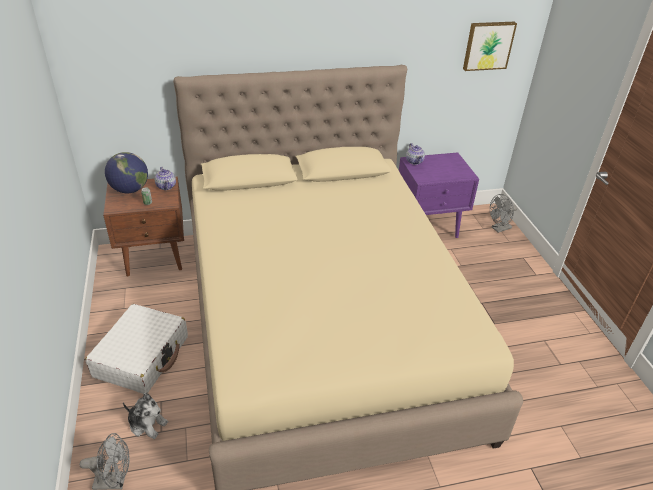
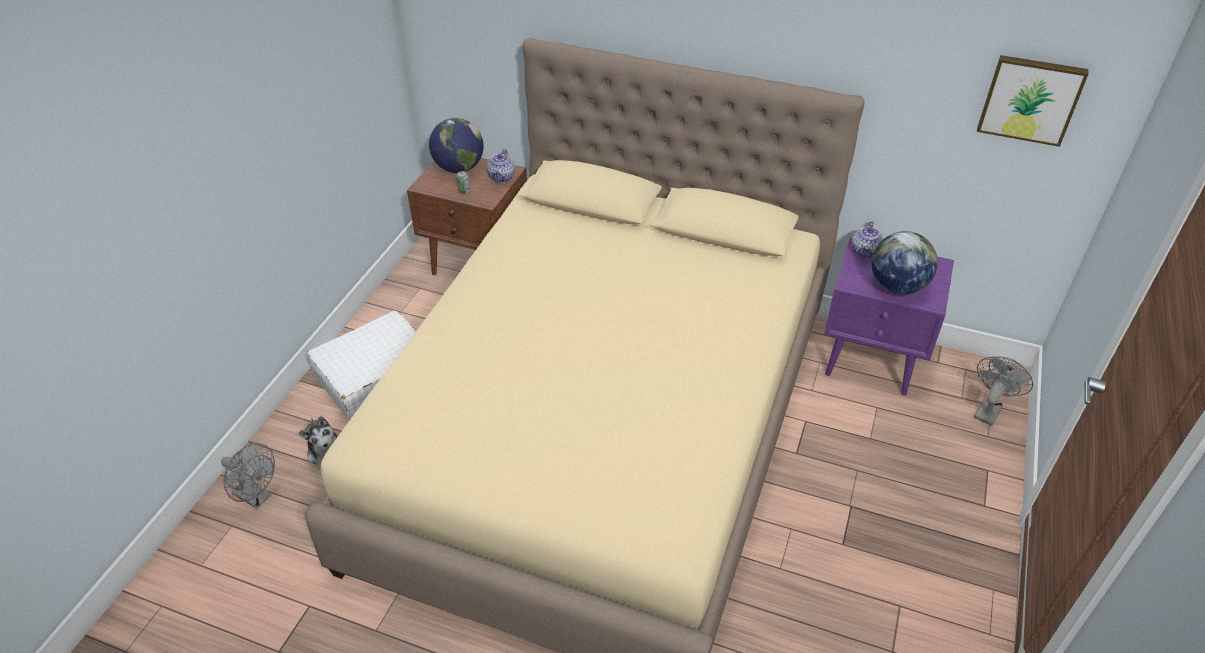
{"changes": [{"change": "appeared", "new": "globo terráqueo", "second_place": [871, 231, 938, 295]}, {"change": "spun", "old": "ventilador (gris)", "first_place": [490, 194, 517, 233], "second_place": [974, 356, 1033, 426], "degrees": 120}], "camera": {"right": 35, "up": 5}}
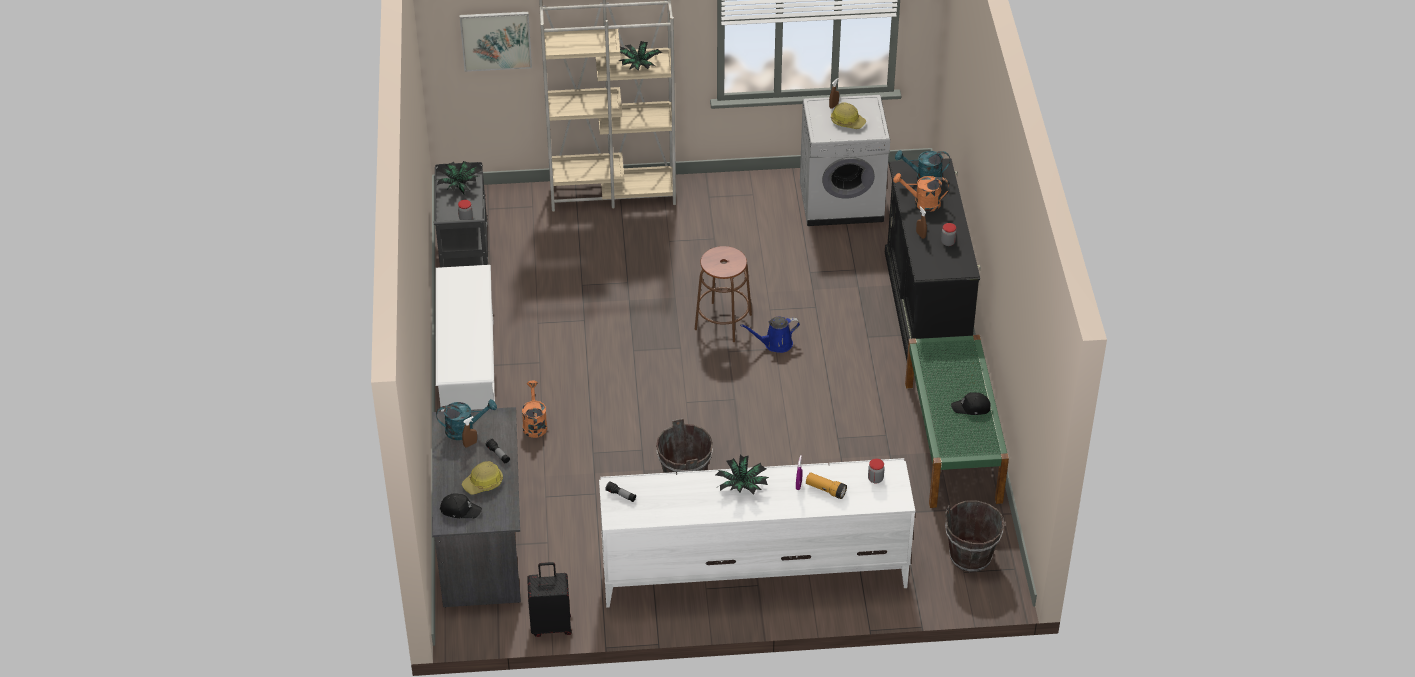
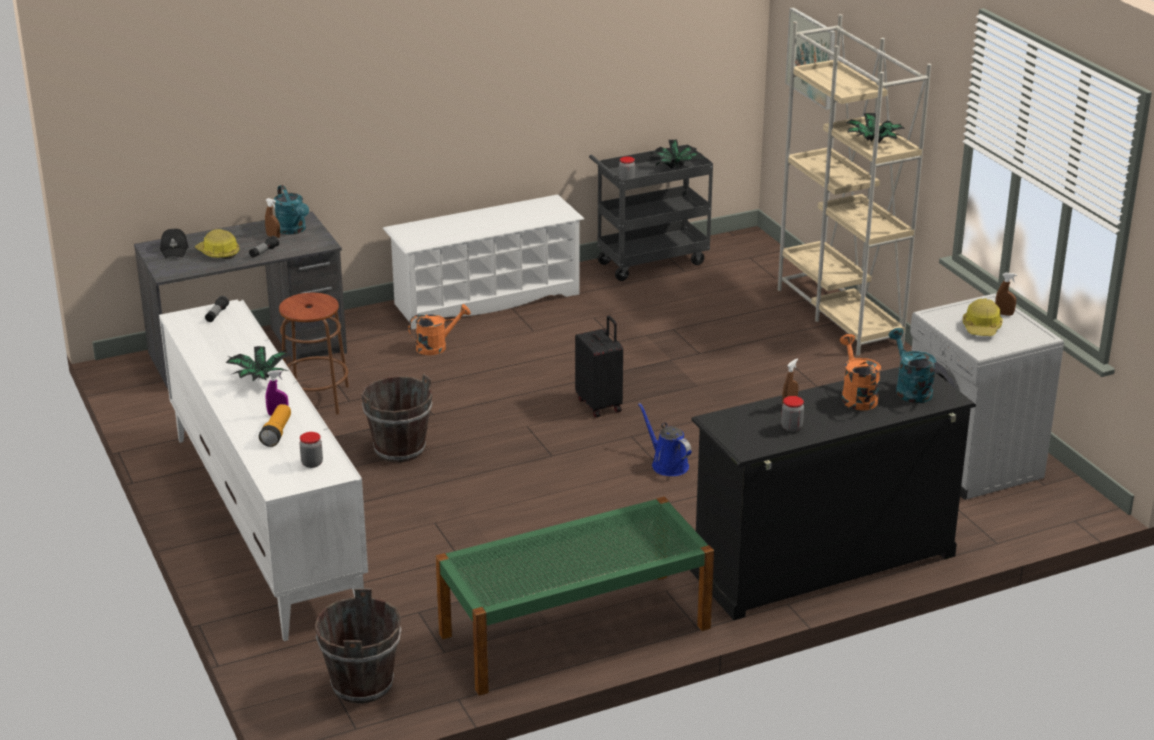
{"changes": [{"change": "relocated", "old": "taburete (marrón)", "first_place": [695, 246, 752, 342], "second_place": [279, 293, 349, 414]}, {"change": "relocated", "old": "maleta (negro)", "first_place": [527, 562, 572, 637], "second_place": [575, 315, 623, 418]}, {"change": "missing", "old": "gorra (negro)", "first_place": [951, 392, 991, 415]}], "camera": {"right": 70, "up": -15}}
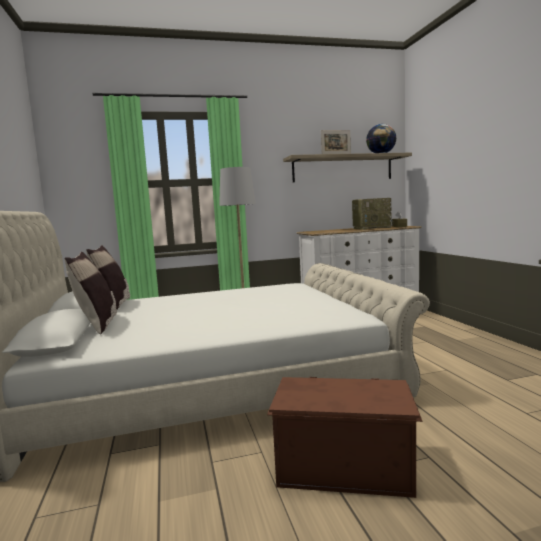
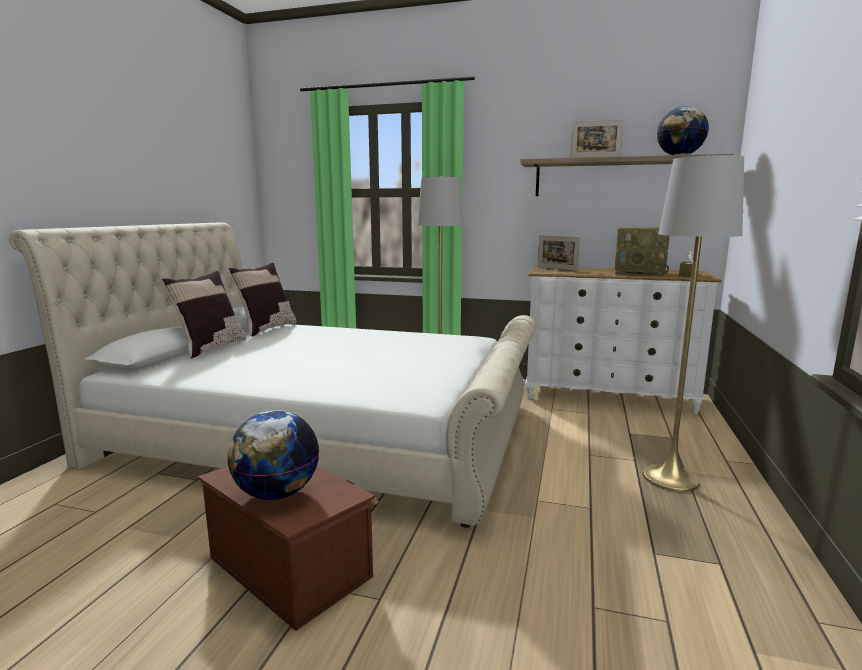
{"changes": [{"change": "appeared", "new": "globo terráqueo", "second_place": [227, 410, 319, 500]}, {"change": "appeared", "new": "portarretratos", "second_place": [538, 235, 580, 271]}, {"change": "appeared", "new": "lámpara de pie (gris)", "second_place": [643, 155, 744, 492]}], "camera": {"right": 30, "up": 5}}
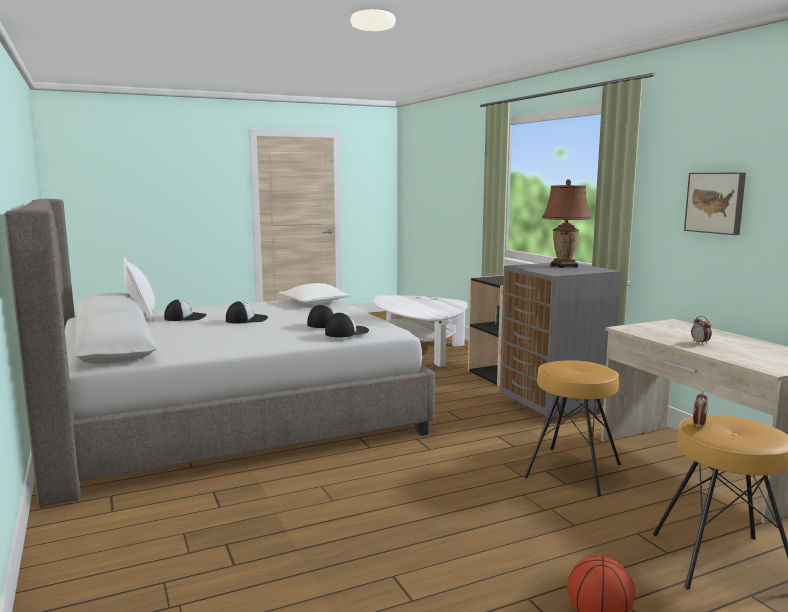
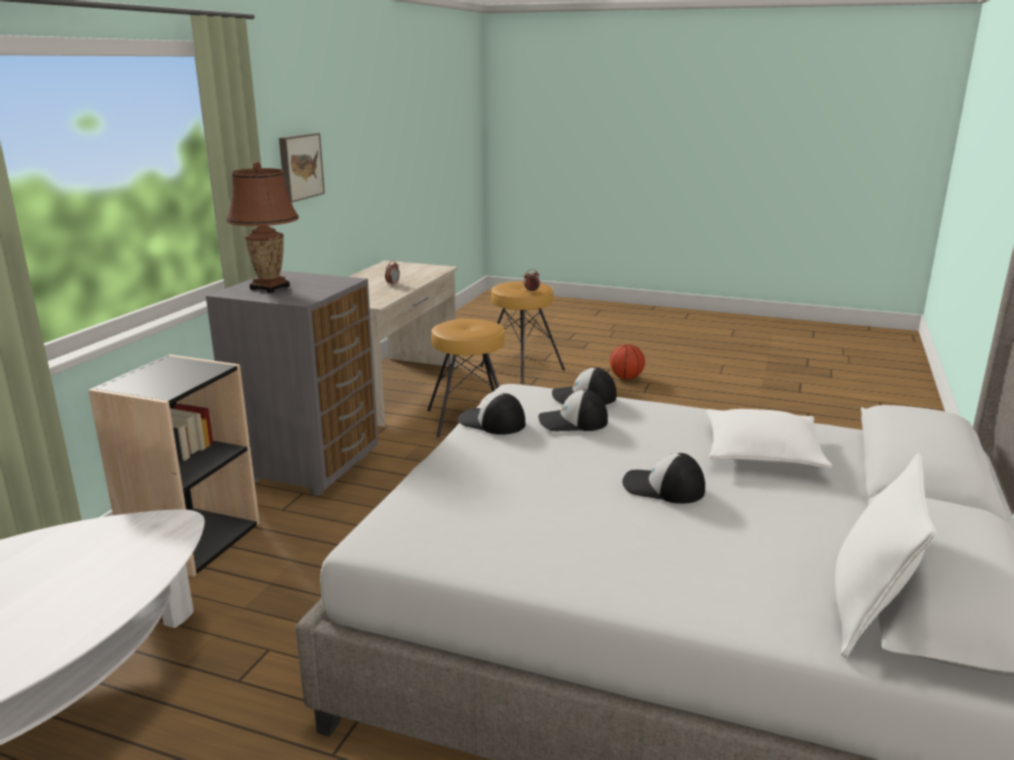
{"changes": [{"change": "relocated", "old": "gorra", "first_place": [164, 299, 207, 321], "second_place": [458, 393, 525, 435]}, {"change": "relocated", "old": "cojín (blanco)", "first_place": [278, 283, 351, 304], "second_place": [706, 409, 832, 468]}], "camera": {"right": -135, "up": 10}}
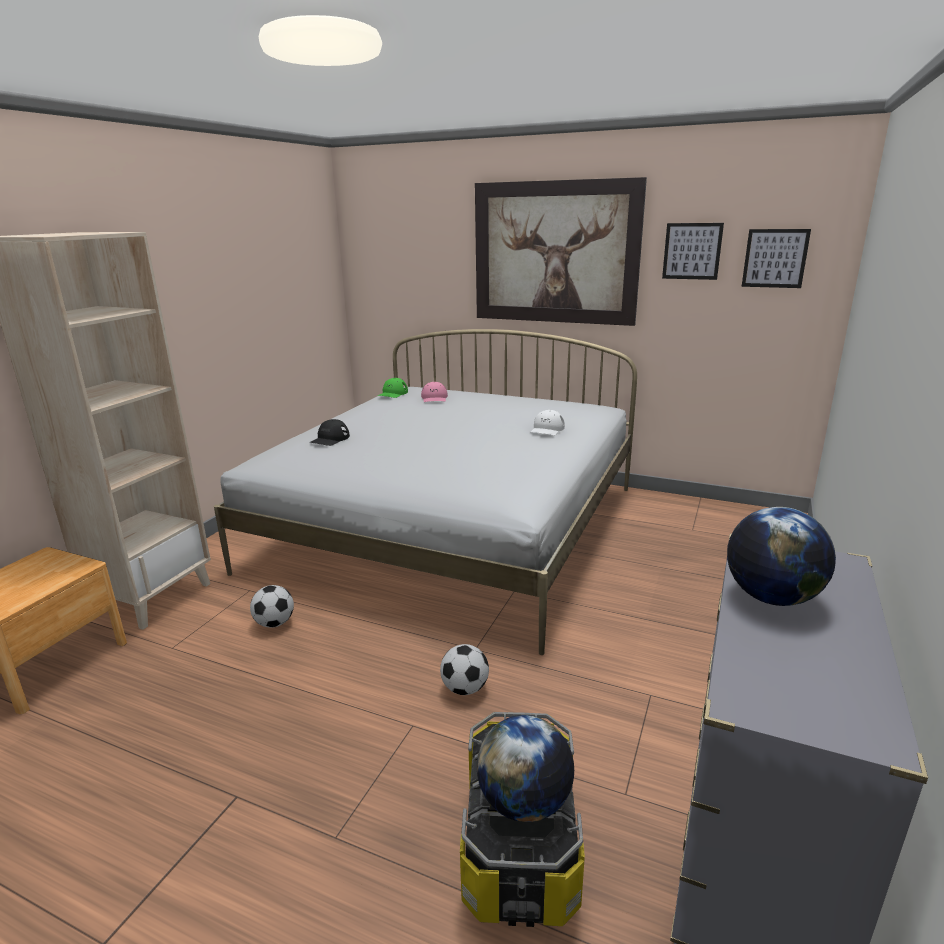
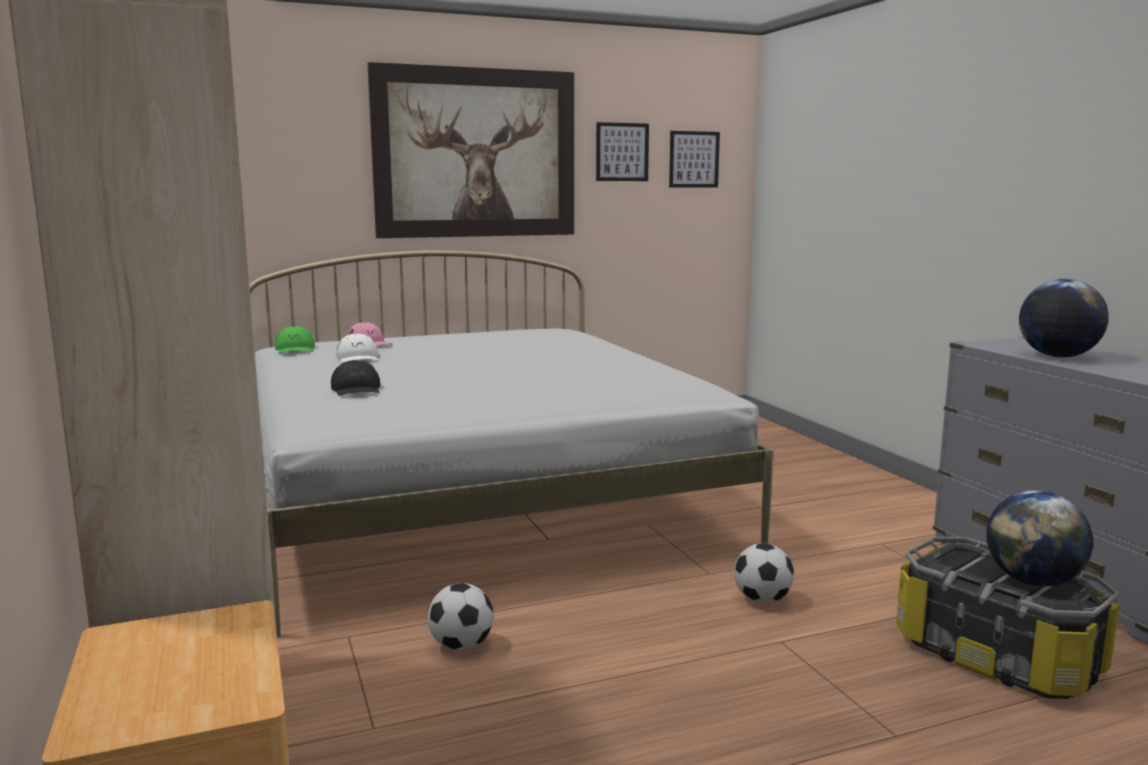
{"changes": [{"change": "relocated", "old": "gorra (blanco)", "first_place": [531, 410, 565, 435], "second_place": [336, 333, 378, 363]}], "camera": {"right": -45, "up": -10}}
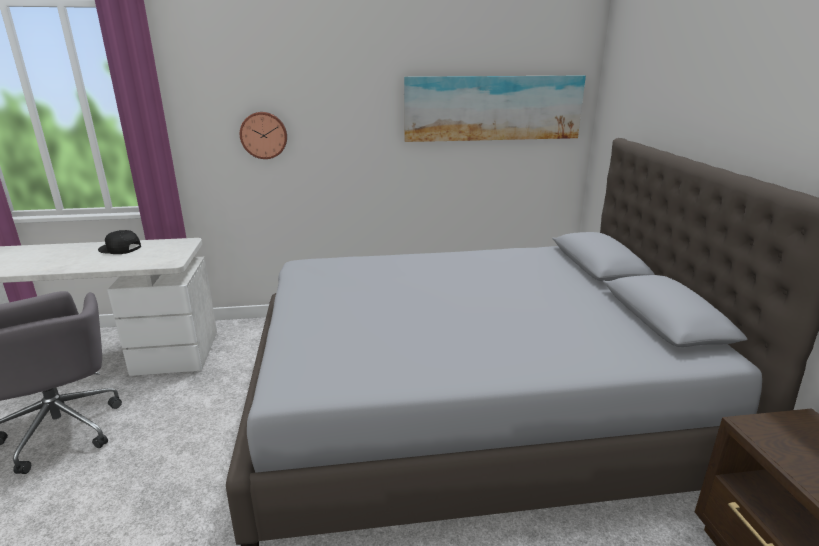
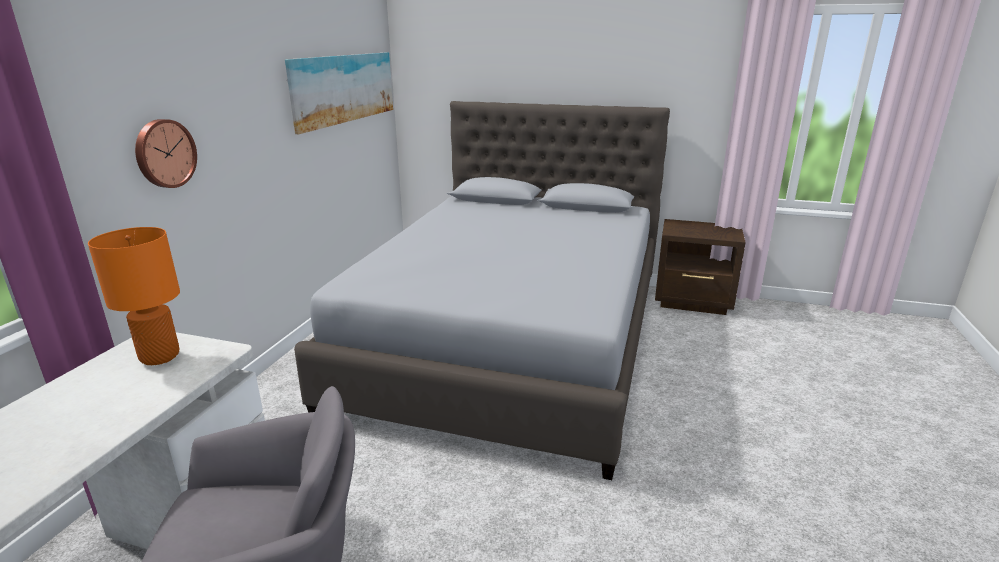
{"changes": [{"change": "appeared", "new": "lámpara de mesa (naranja)", "second_place": [88, 227, 180, 365]}, {"change": "missing", "old": "gorra (negro)", "first_place": [98, 230, 141, 254]}], "camera": {"right": -65, "up": 0}}
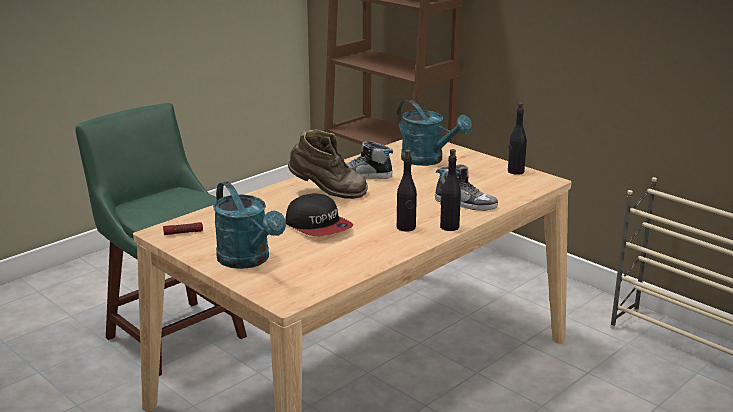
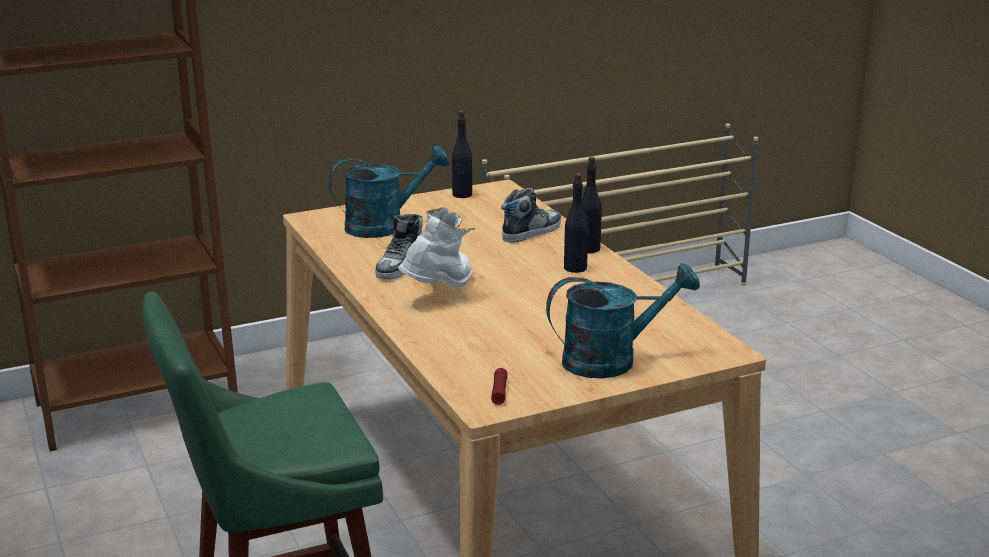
{"changes": [{"change": "colour", "old": "bota (marrón)", "new": "bota (blanco)", "first_place": [288, 130, 368, 199], "second_place": [398, 207, 475, 288]}, {"change": "missing", "old": "gorra", "first_place": [285, 193, 354, 236]}], "camera": {"right": -70, "up": 0}}
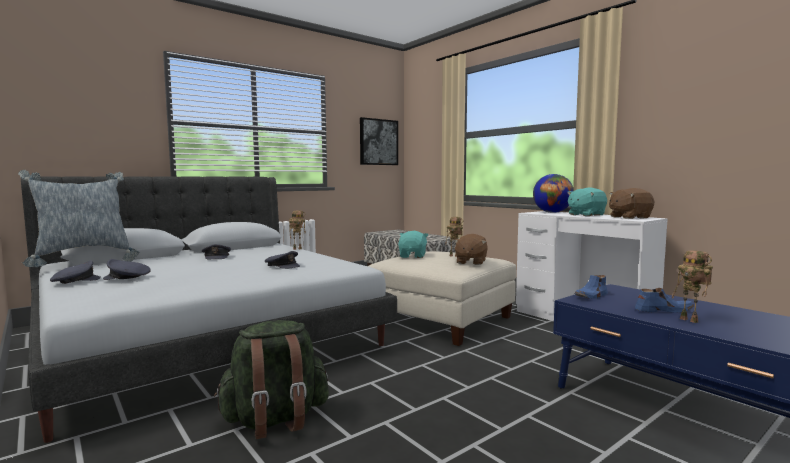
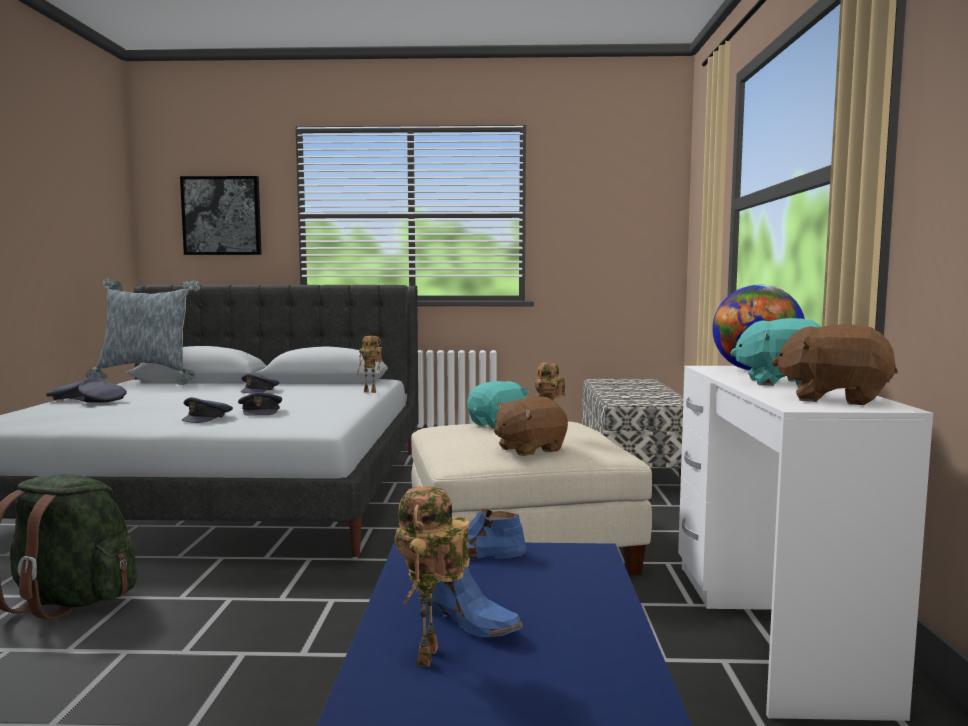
{"changes": [{"change": "relocated", "old": "cuadro", "first_place": [360, 117, 398, 165], "second_place": [180, 176, 262, 255]}, {"change": "appeared", "new": "gorra (gris)", "second_place": [182, 397, 233, 423]}], "camera": {"right": 40, "up": 0}}
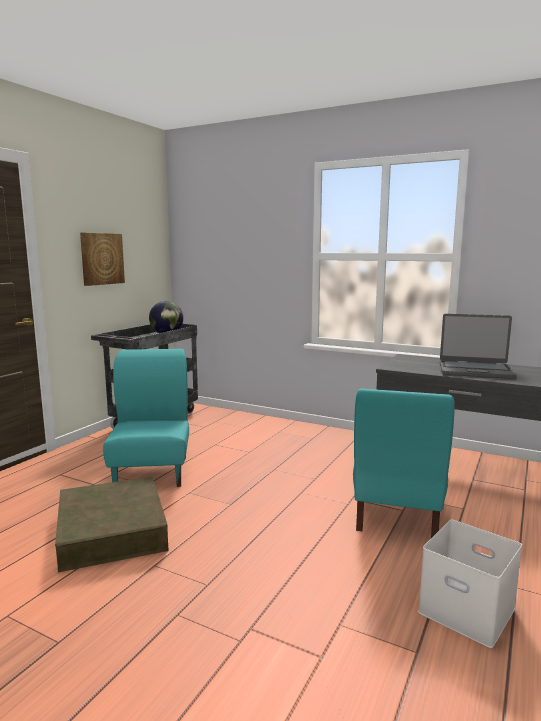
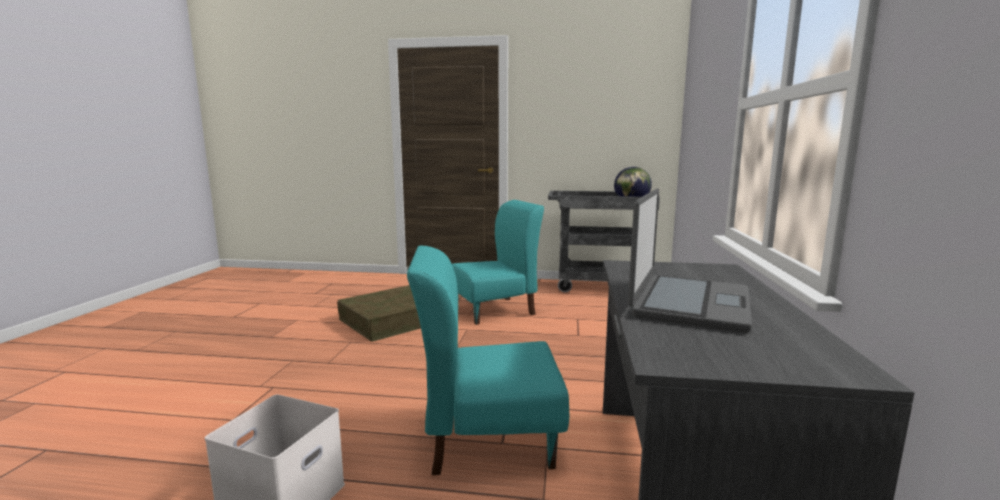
{"changes": [{"change": "spun", "old": "portátil", "first_place": [440, 314, 516, 379], "second_place": [628, 188, 752, 333], "degrees": -150}, {"change": "missing", "old": "cuadro", "first_place": [80, 233, 125, 286]}], "camera": {"right": 70, "up": 0}}
